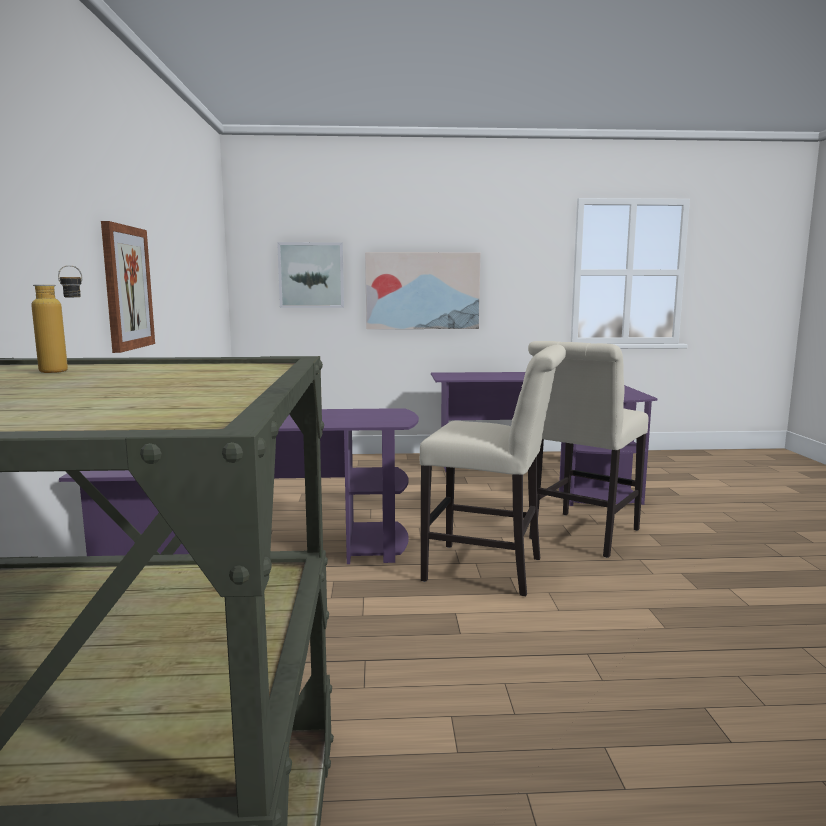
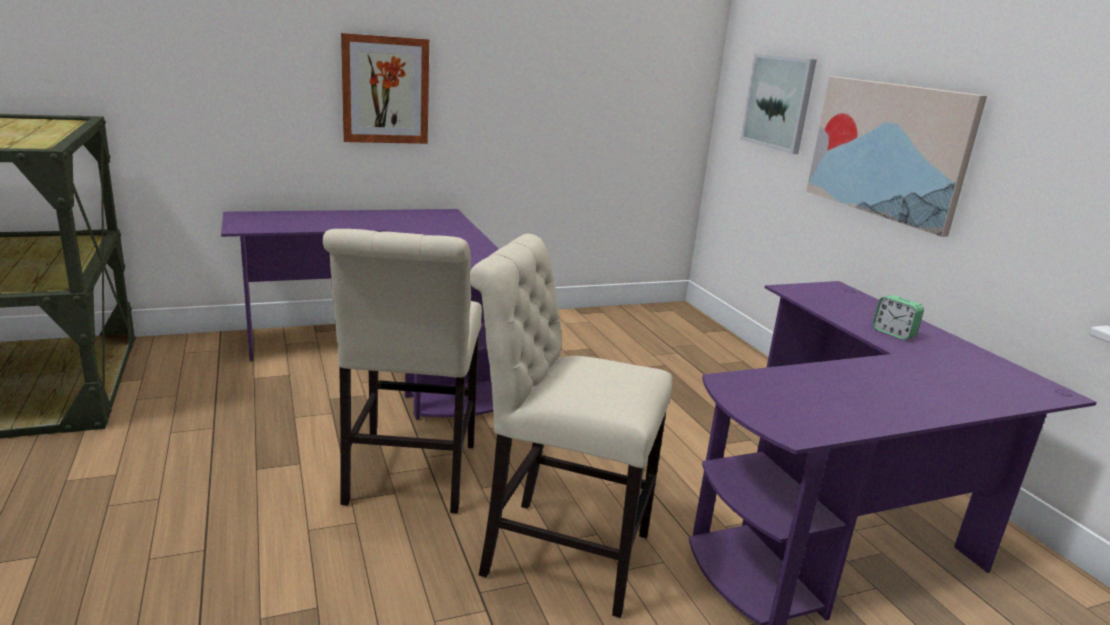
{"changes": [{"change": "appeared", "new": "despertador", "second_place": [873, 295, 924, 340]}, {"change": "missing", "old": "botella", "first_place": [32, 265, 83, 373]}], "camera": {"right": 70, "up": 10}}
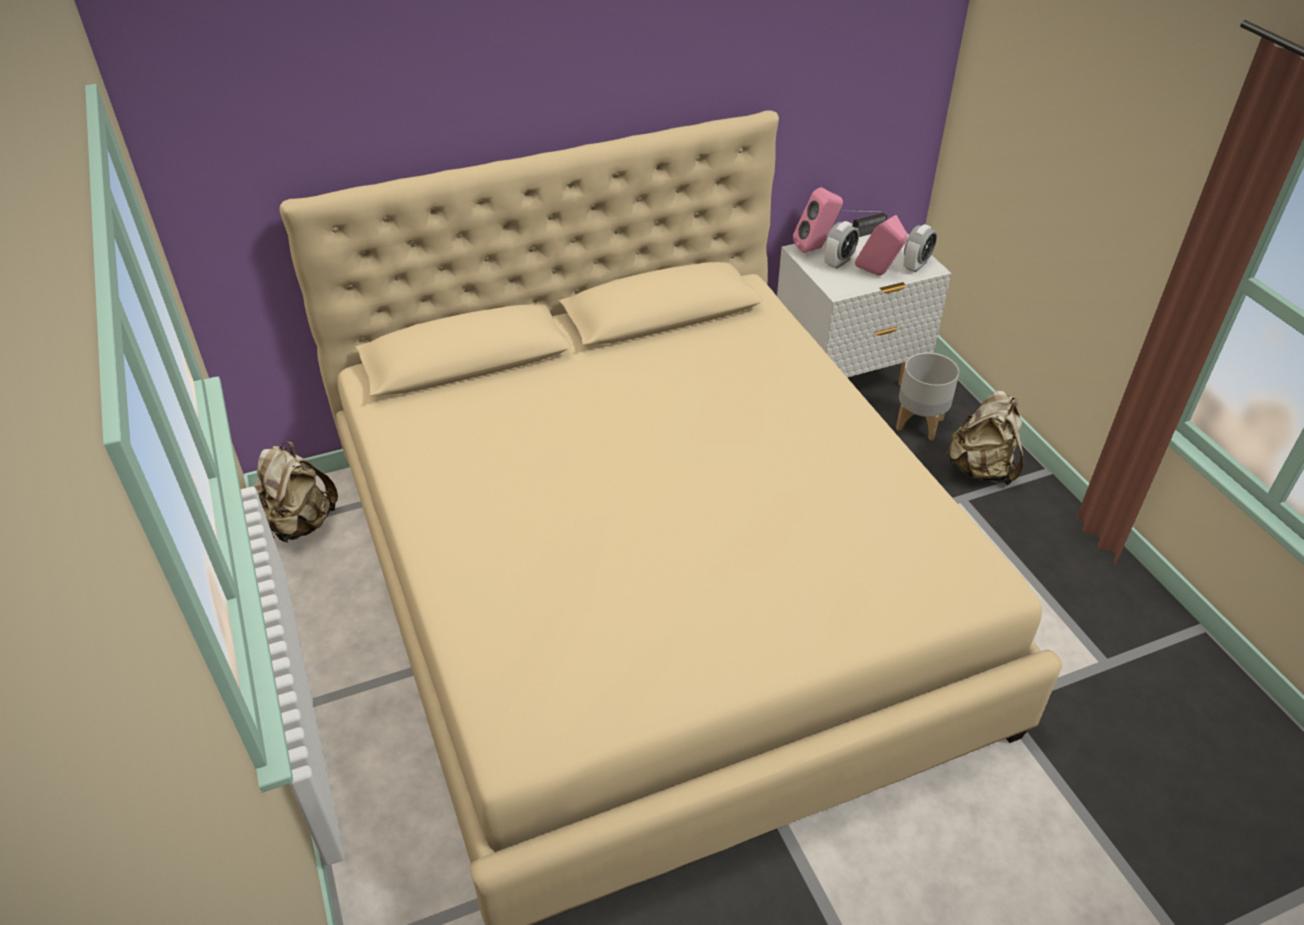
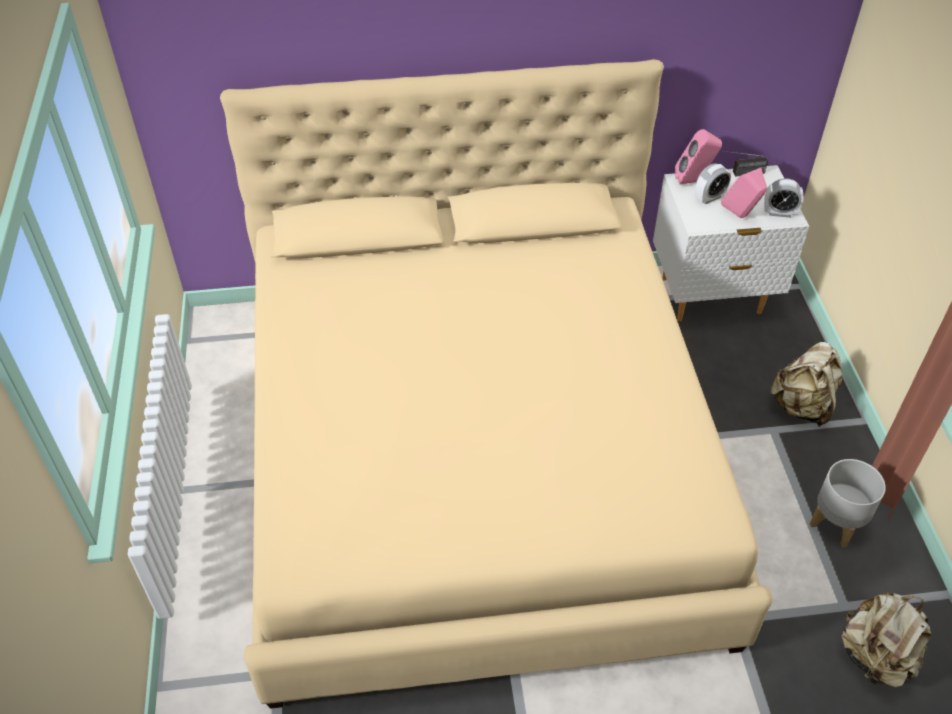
{"changes": [{"change": "spun", "old": "despertador", "first_place": [903, 224, 937, 272], "second_place": [764, 178, 804, 218], "degrees": 45}, {"change": "relocated", "old": "maceta (gris)", "first_place": [896, 352, 959, 441], "second_place": [810, 459, 886, 547]}, {"change": "relocated", "old": "mochila (beis)", "first_place": [254, 441, 338, 542], "second_place": [842, 592, 932, 687]}], "camera": {"right": 15, "up": 5}}
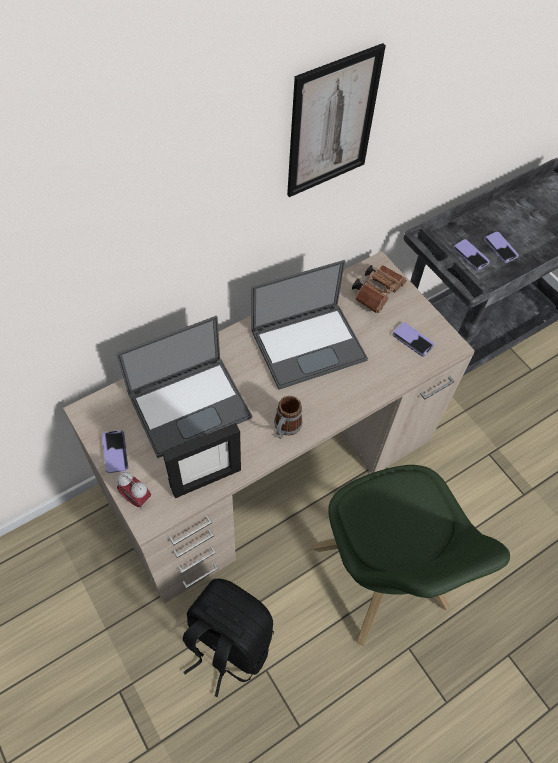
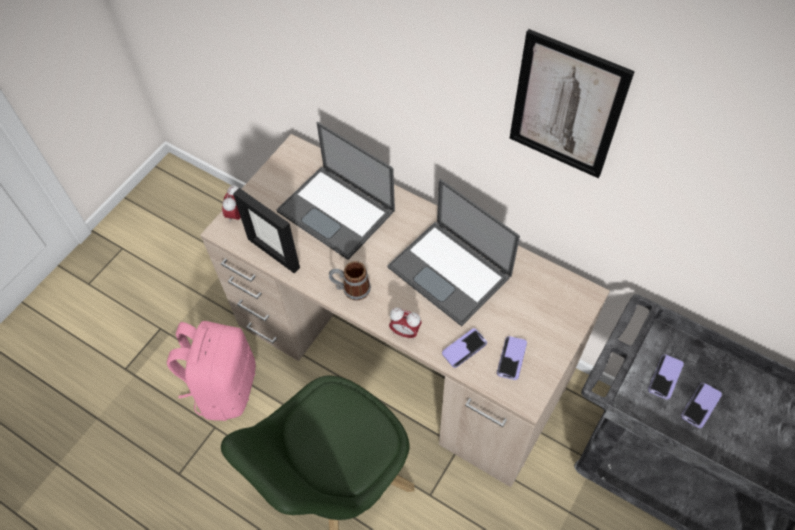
{"changes": [{"change": "colour", "old": "mochila (negro)", "new": "mochila (rosa)", "first_place": [183, 579, 274, 697], "second_place": [167, 321, 256, 421]}, {"change": "appeared", "new": "despertador", "second_place": [389, 307, 422, 340]}, {"change": "relocated", "old": "móvil", "first_place": [102, 430, 129, 473], "second_place": [442, 328, 487, 368]}, {"change": "missing", "old": "prismáticos (marrón)", "first_place": [352, 265, 407, 313]}], "camera": {"right": 70, "up": 0}}
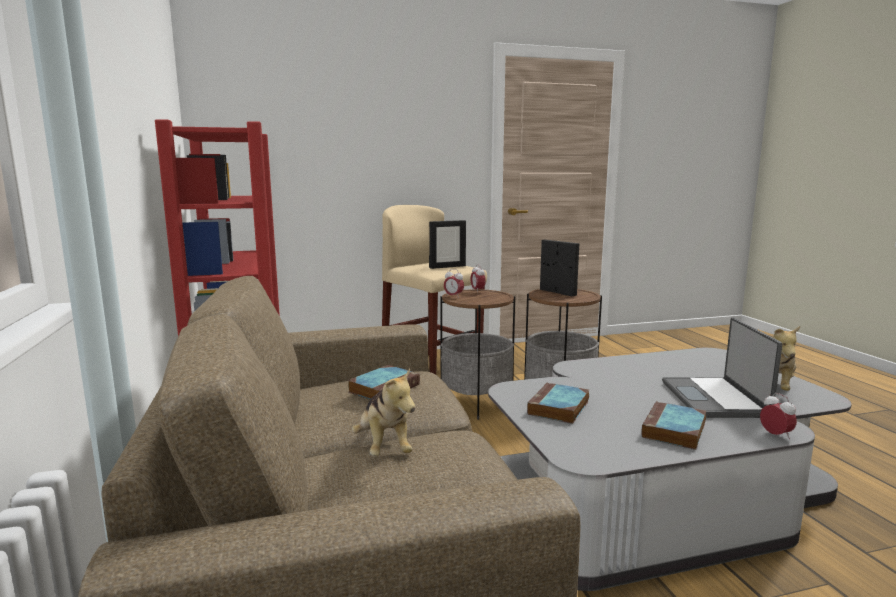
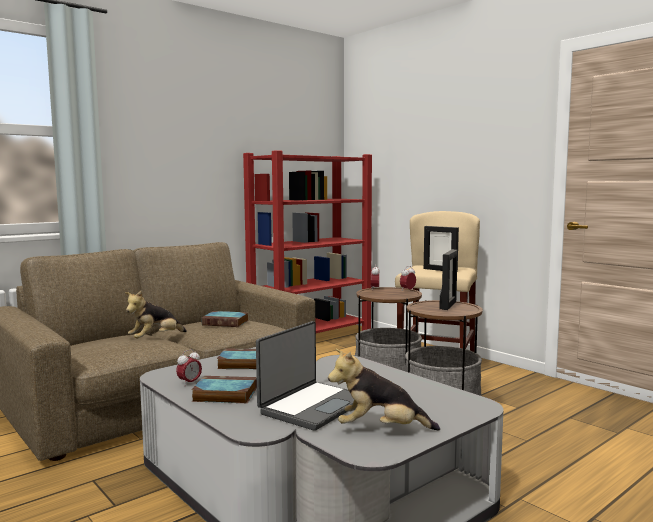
{"changes": [{"change": "relocated", "old": "despertador", "first_place": [760, 393, 797, 439], "second_place": [176, 349, 202, 385]}, {"change": "spun", "old": "portátil", "first_place": [662, 318, 782, 418], "second_place": [256, 321, 354, 431], "degrees": 150}], "camera": {"right": 65, "up": -5}}
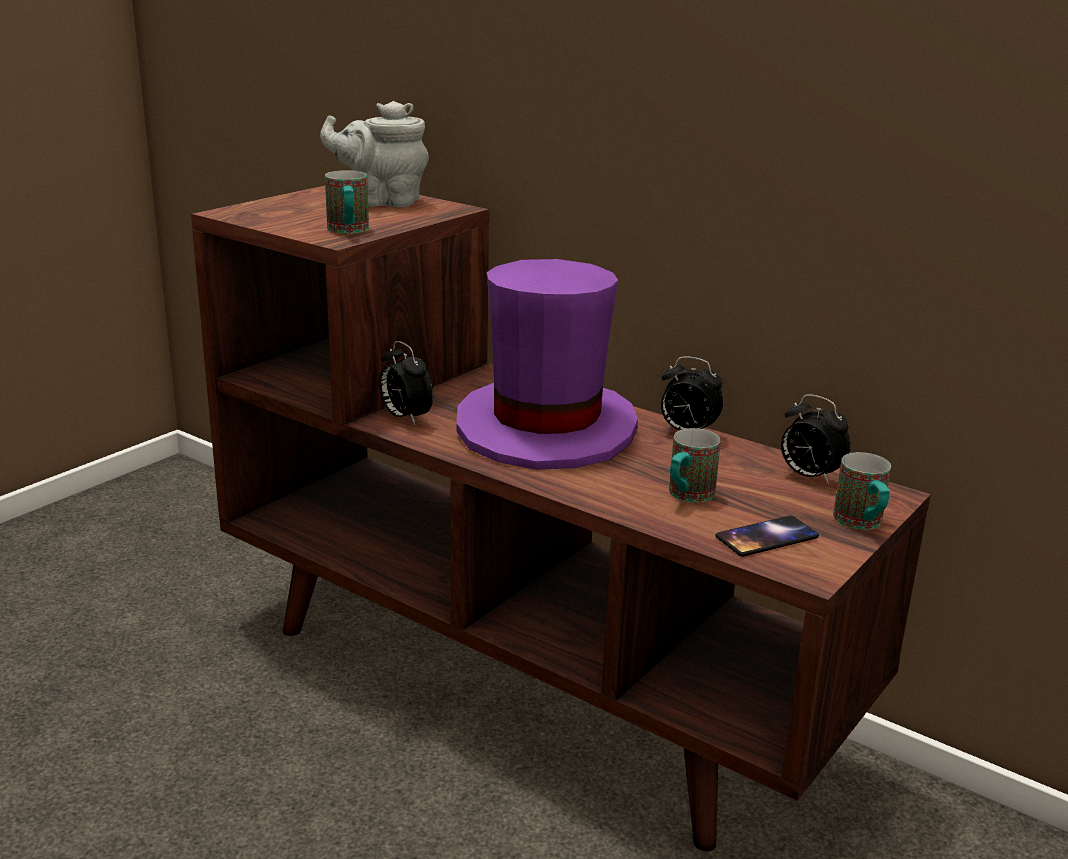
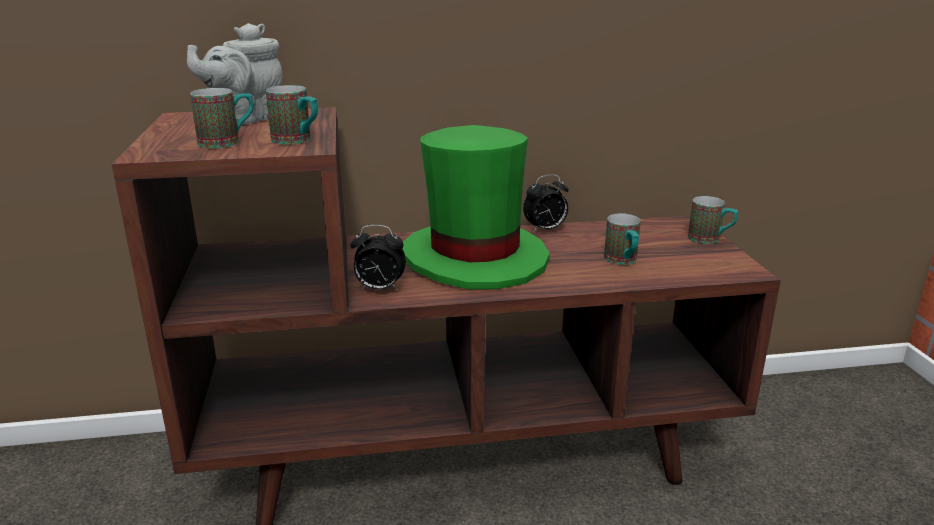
{"changes": [{"change": "appeared", "new": "taza grande", "second_place": [190, 88, 254, 148]}, {"change": "colour", "old": "sombrero (morado)", "new": "sombrero (verde)", "first_place": [456, 259, 638, 470], "second_place": [403, 125, 550, 289]}, {"change": "missing", "old": "móvil", "first_place": [715, 516, 819, 557]}, {"change": "missing", "old": "despertador", "first_place": [781, 394, 851, 485]}], "camera": {"right": -45, "up": 0}}
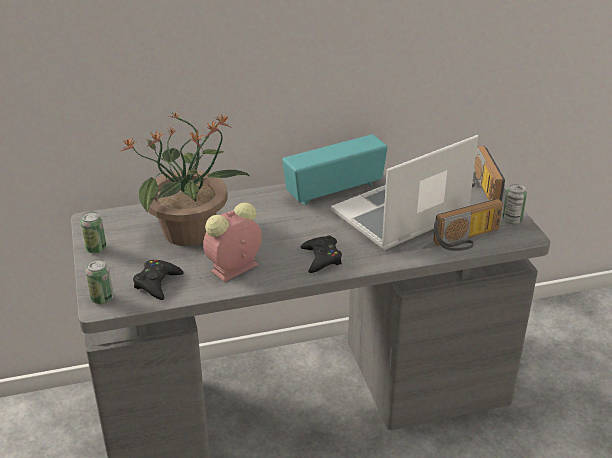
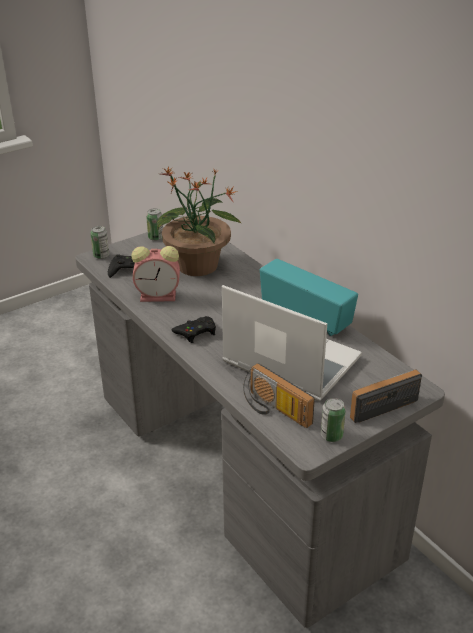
{"changes": [{"change": "spun", "old": "despertador", "first_place": [203, 202, 262, 282], "second_place": [131, 246, 180, 302], "degrees": 150}], "camera": {"right": 70, "up": 0}}
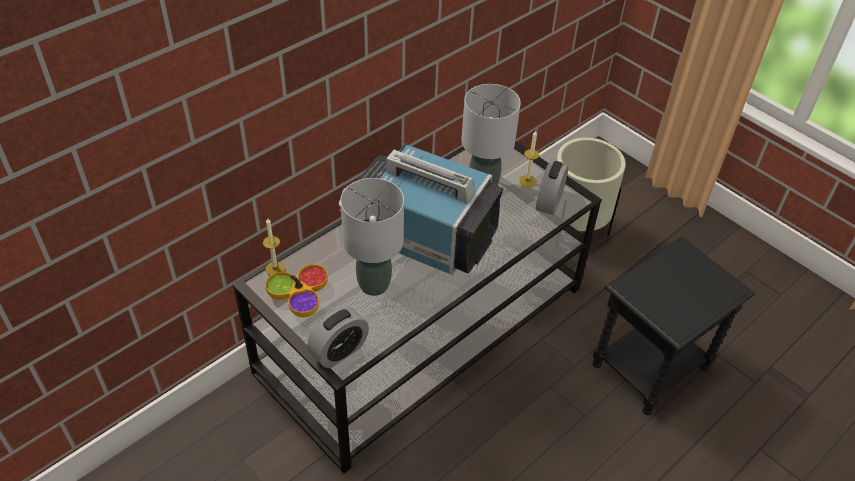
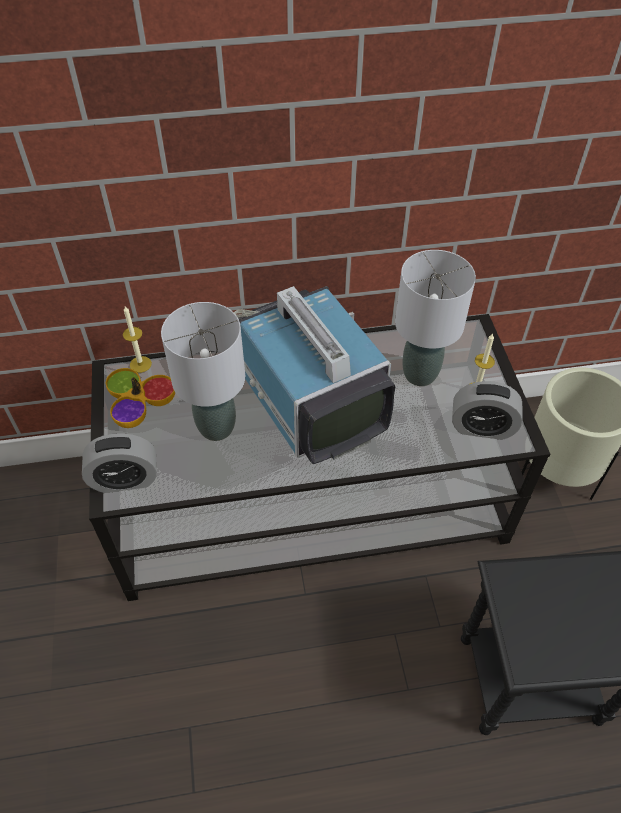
{"changes": [{"change": "spun", "old": "despertador", "first_place": [536, 161, 569, 215], "second_place": [452, 381, 522, 440], "degrees": -135}], "camera": {"right": 35, "up": 5}}
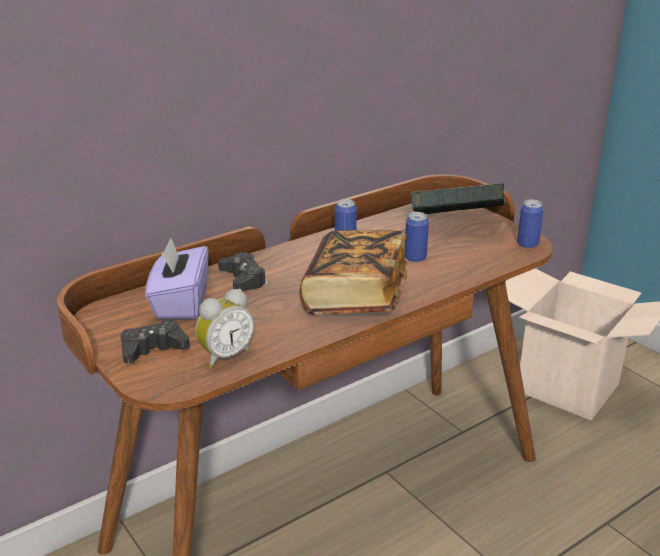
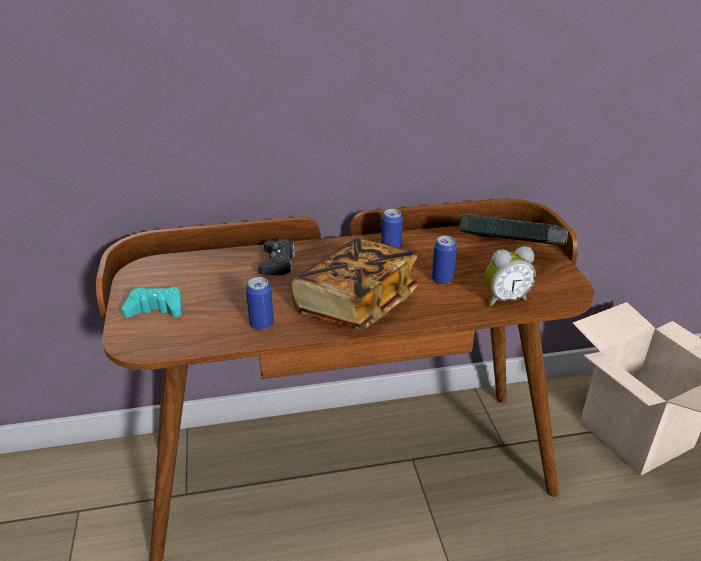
{"changes": [{"change": "colour", "old": "mando de consola (negro)", "new": "mando de consola (turquesa)", "first_place": [121, 319, 190, 363], "second_place": [121, 287, 182, 318]}, {"change": "relocated", "old": "lata", "first_place": [517, 199, 544, 248], "second_place": [246, 277, 274, 330]}, {"change": "relocated", "old": "despertador", "first_place": [195, 289, 254, 368], "second_place": [484, 246, 536, 306]}, {"change": "missing", "old": "caja de pañuelos (morado)", "first_place": [145, 238, 209, 319]}], "camera": {"right": 25, "up": 5}}
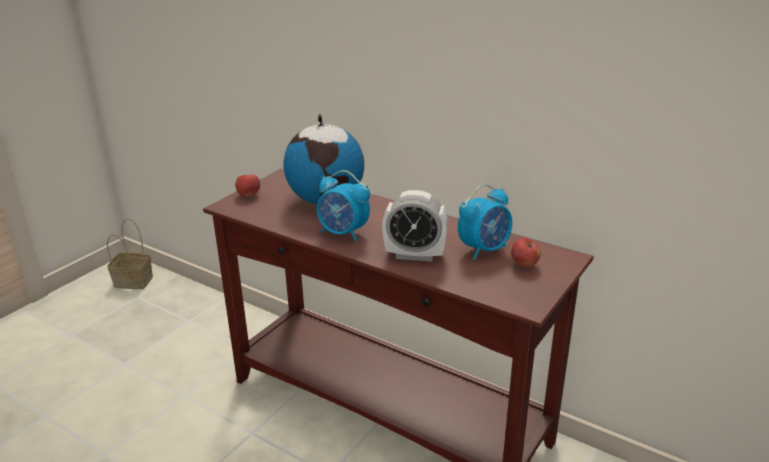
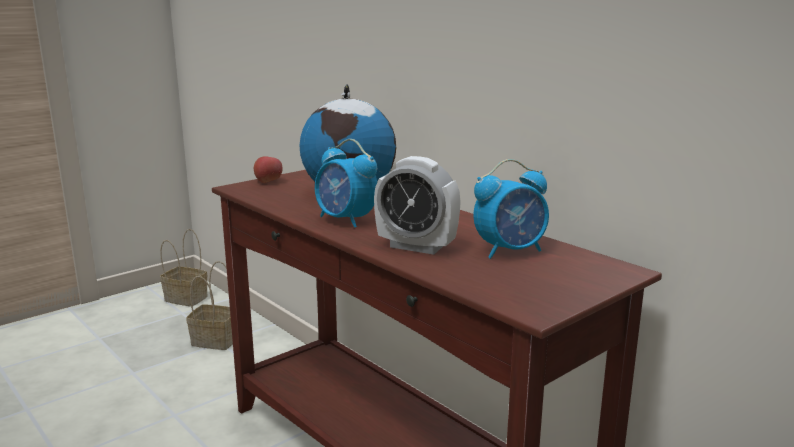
{"changes": [{"change": "appeared", "new": "cesta", "second_place": [186, 261, 233, 350]}, {"change": "missing", "old": "manzana", "first_place": [511, 238, 541, 267]}], "camera": {"right": 15, "up": -10}}
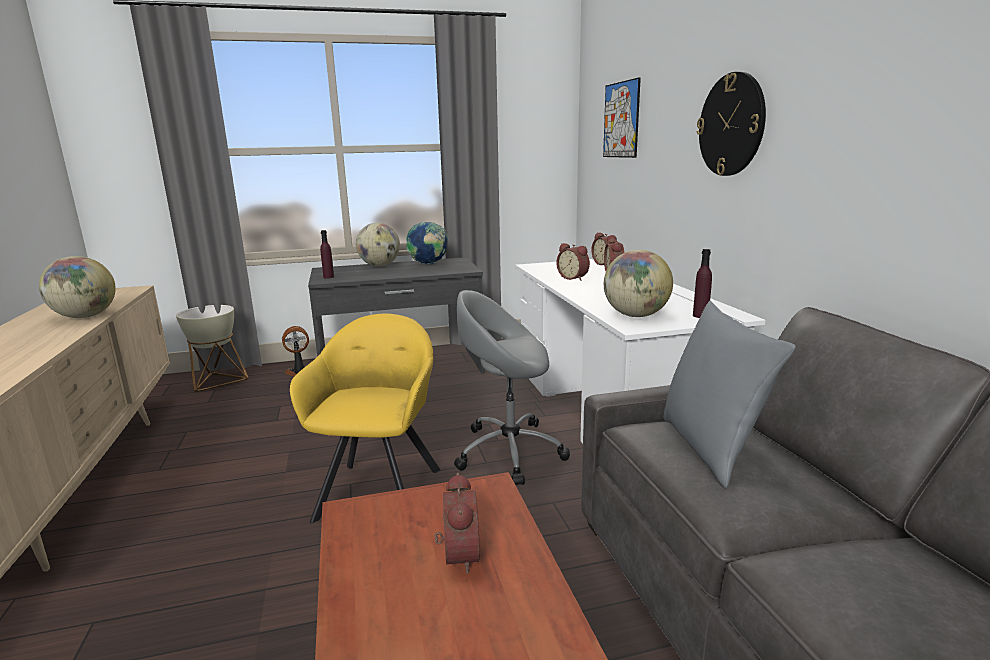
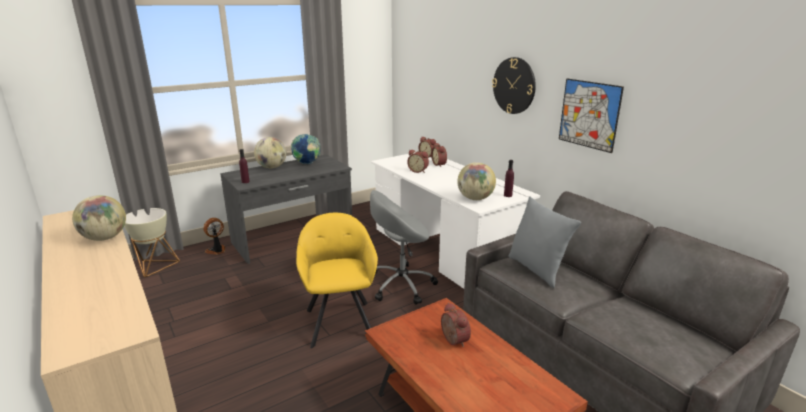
{"changes": [{"change": "relocated", "old": "cuadro", "first_place": [603, 77, 641, 158], "second_place": [559, 78, 624, 153]}], "camera": {"right": -20, "up": 5}}
